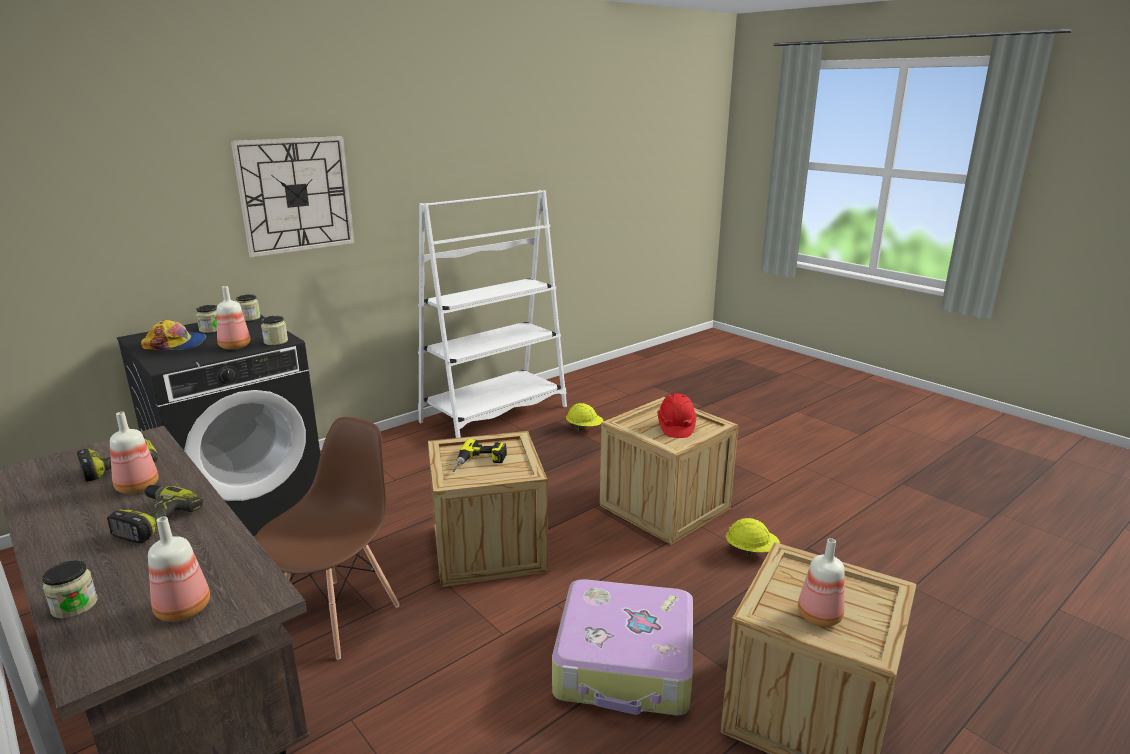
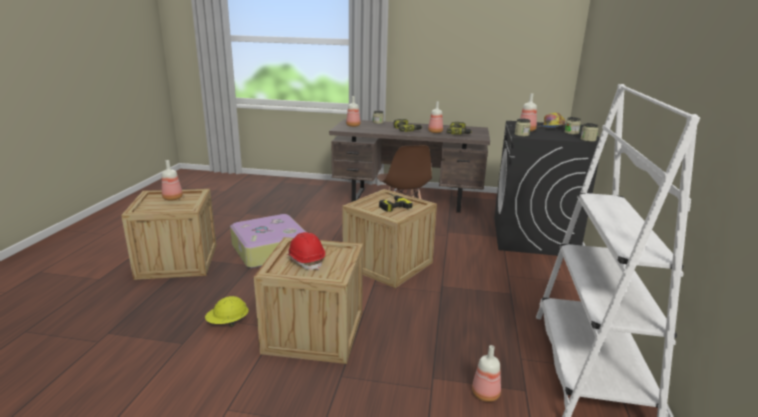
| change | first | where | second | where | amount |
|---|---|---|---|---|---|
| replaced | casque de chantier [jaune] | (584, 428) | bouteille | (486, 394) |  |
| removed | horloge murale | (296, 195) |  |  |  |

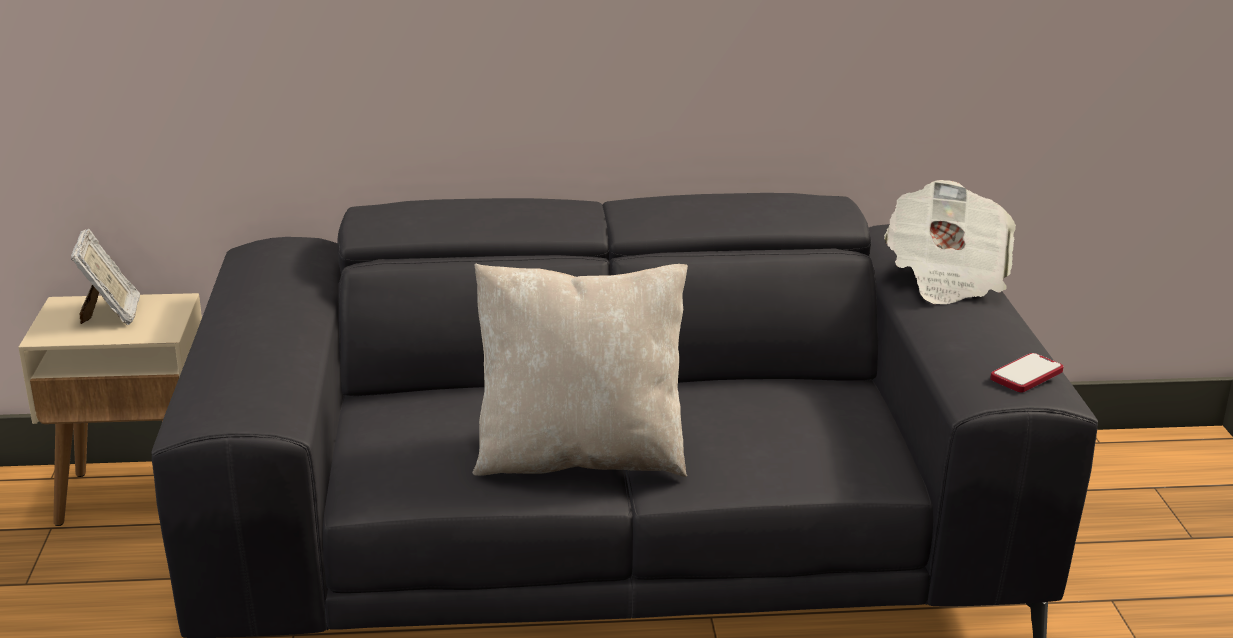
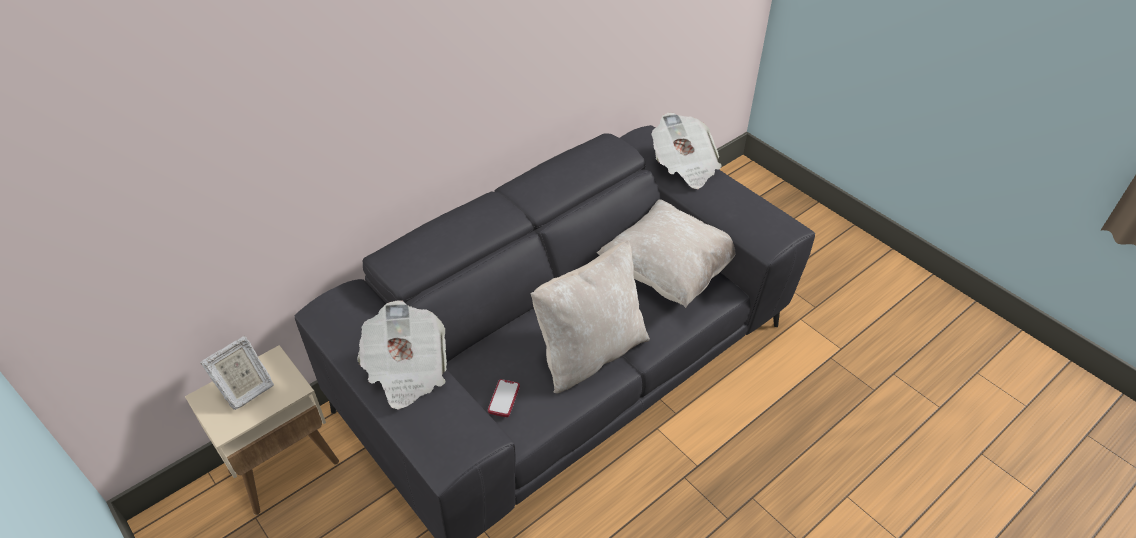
| change | first | where | second | where | amount |
|---|---|---|---|---|---|
| turned | cadre photo | (111, 315) |  | (246, 390) | 90 degrees clockwise |
| added |  |  | journal | (406, 370) |  |
| moved | téléphone | (1026, 375) |  | (504, 399) |  |
| added |  |  | coussin [beige] | (669, 271) |  |

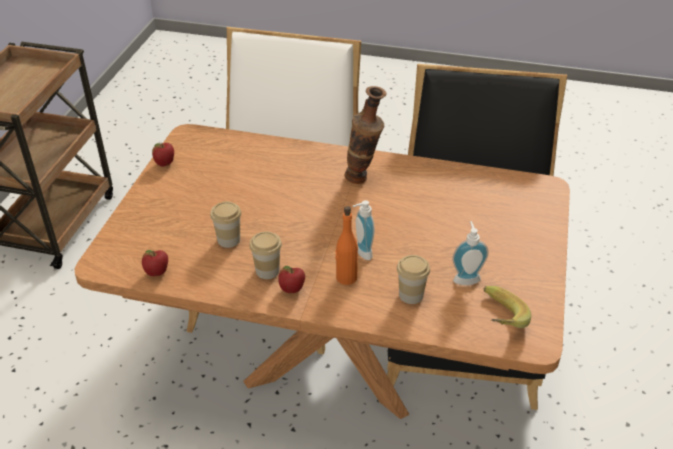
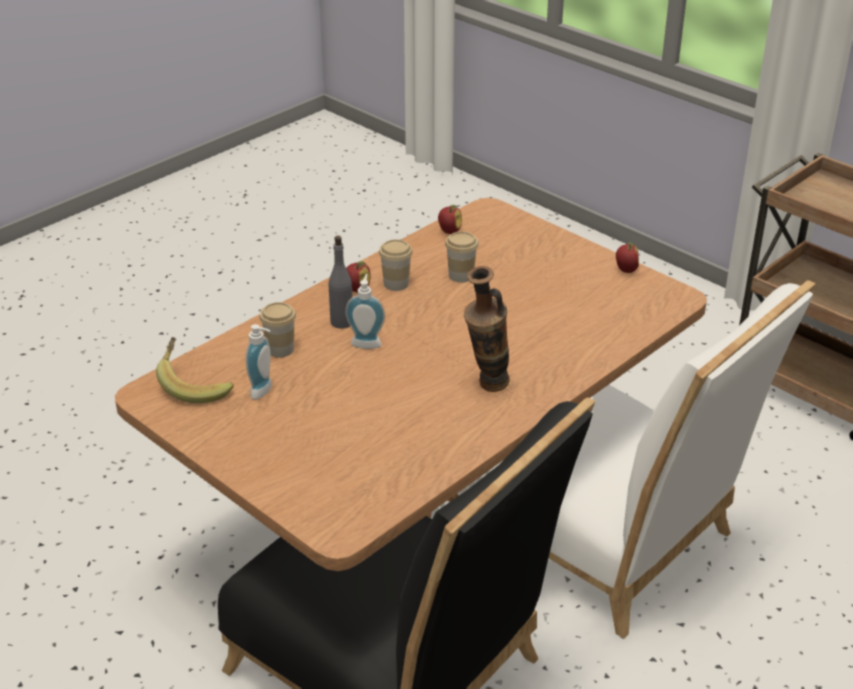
| change | first | where | second | where | amount |
|---|---|---|---|---|---|
| recoloured | bouteille [orange] | (346, 277) | bouteille [gris] | (342, 322) |  |

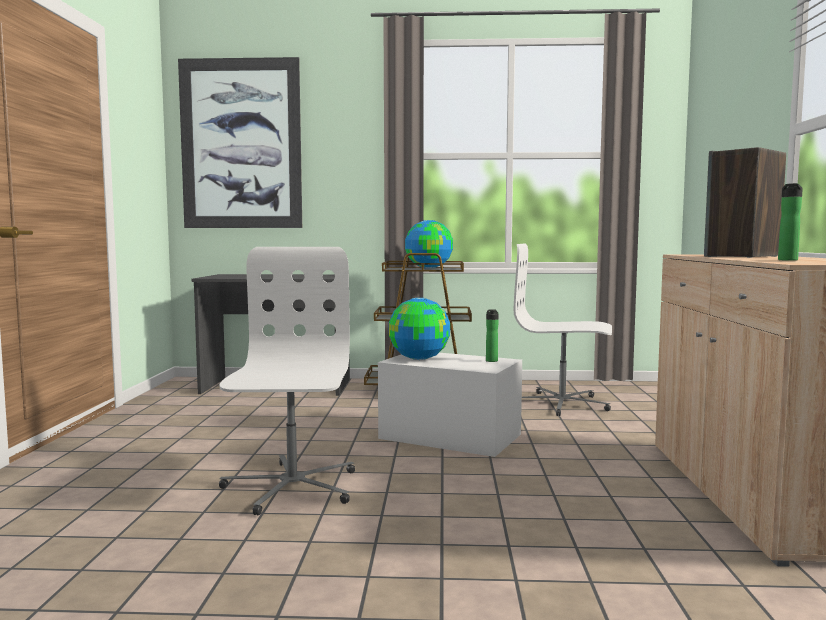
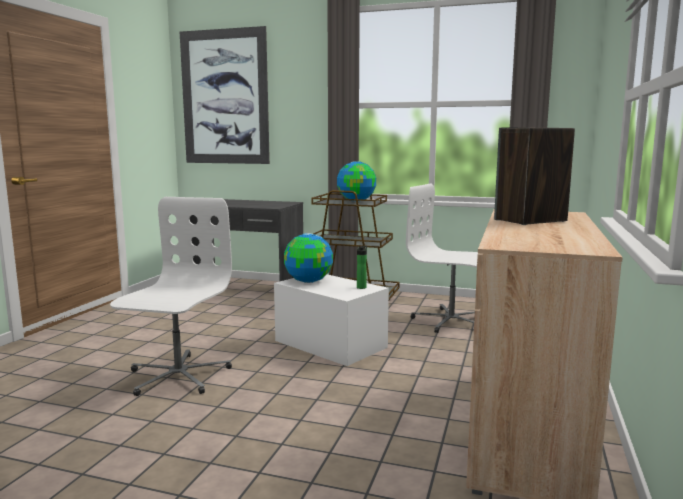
| change | first | where | second | where | amount |
|---|---|---|---|---|---|
| removed | bouteille | (787, 260) |  |  |  |

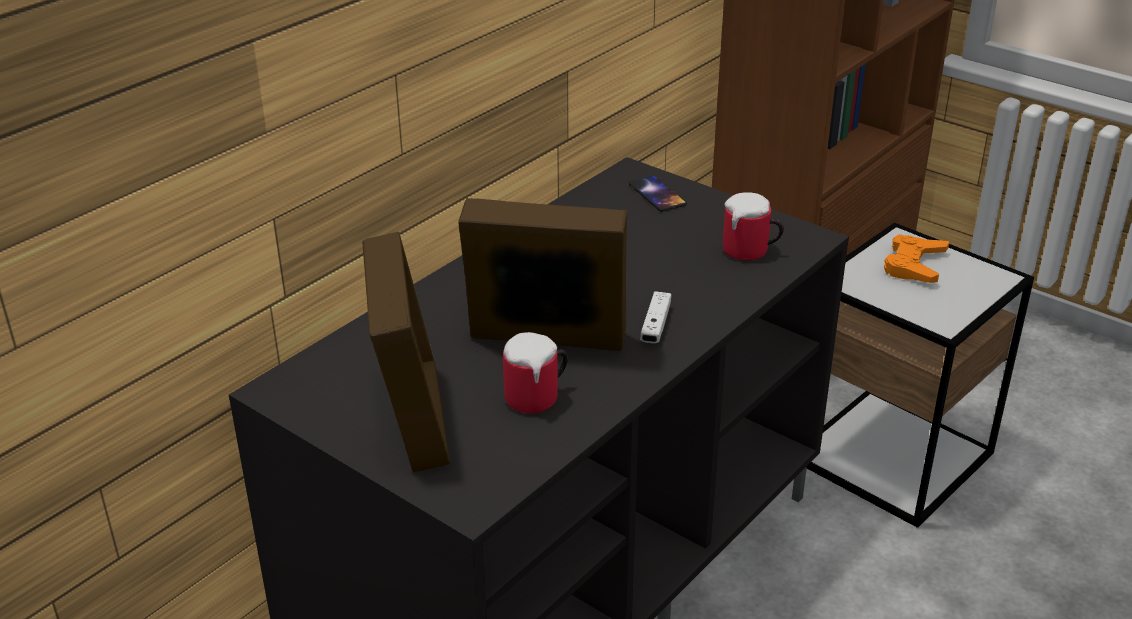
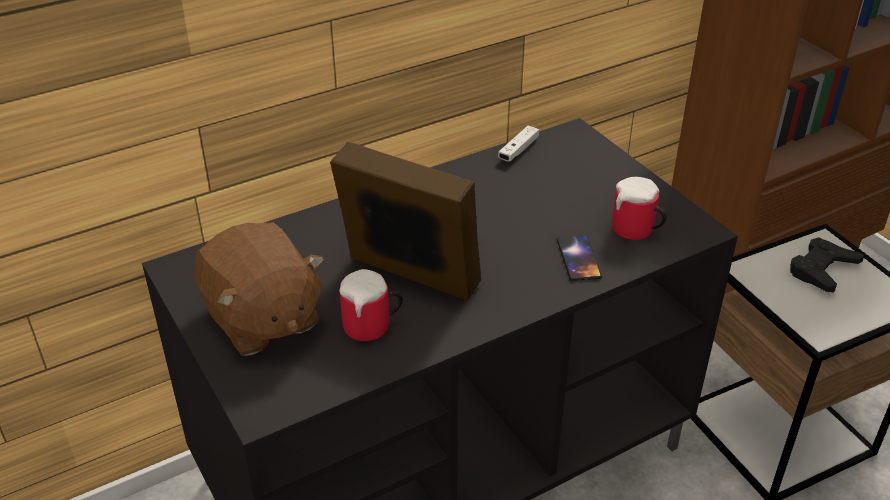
| change | first | where | second | where | amount |
|---|---|---|---|---|---|
| replaced | cadre photo | (411, 418) | peluche [marron] | (262, 320) |  |
| moved | manette [blanc] | (655, 325) |  | (518, 150) |  |
| moved | téléphone | (657, 194) |  | (578, 258) |  |
| recoloured | manette [orange] | (914, 265) | manette [noir] | (822, 270) |  |

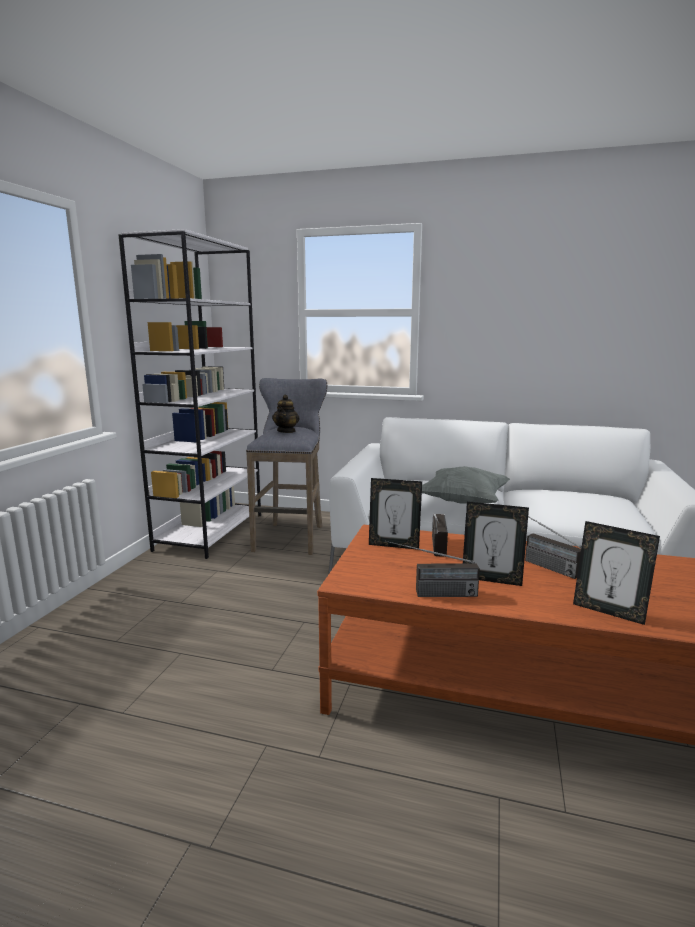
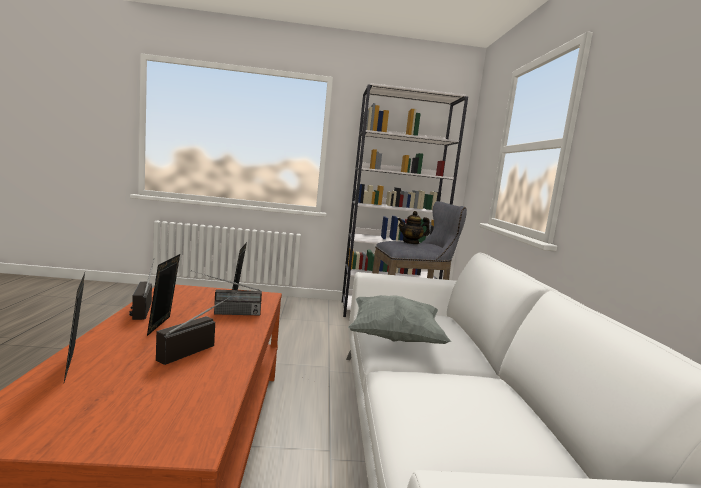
| change | first | where | second | where | amount |
|---|---|---|---|---|---|
| turned | cadre photo | (608, 611) |  | (75, 366) | 45 degrees counterclockwise |

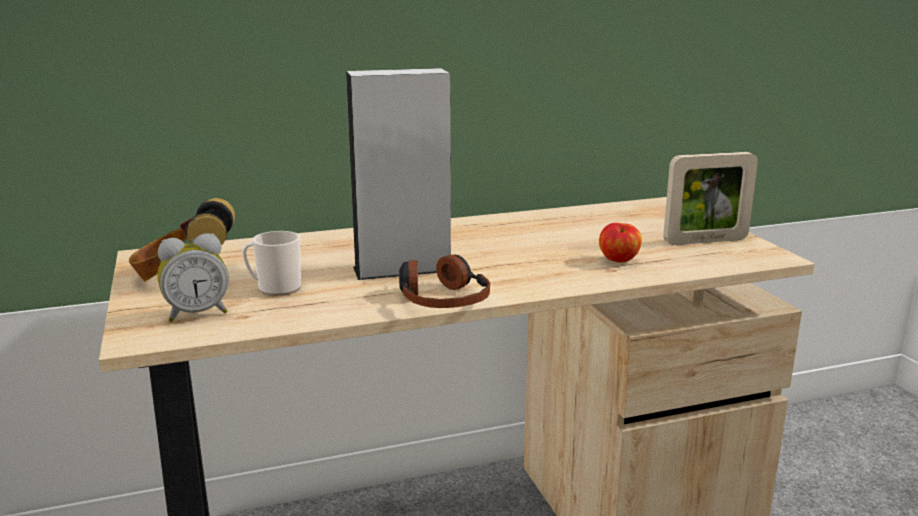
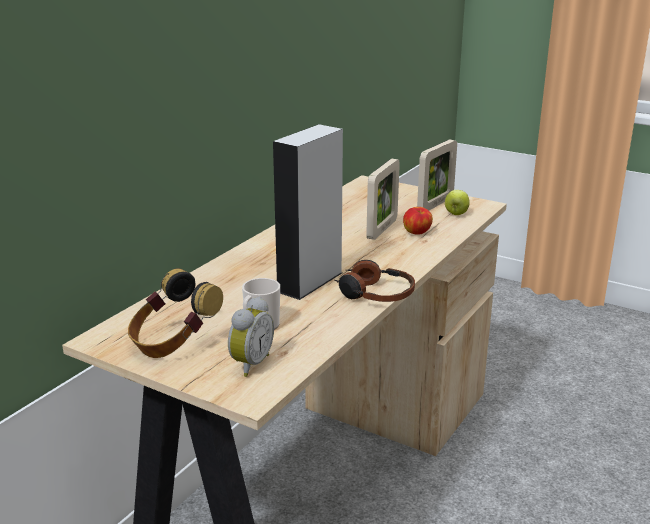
| change | first | where | second | where | amount |
|---|---|---|---|---|---|
| added |  |  | cadre photo | (382, 229) |  |
| added |  |  | pomme | (456, 214) |  |

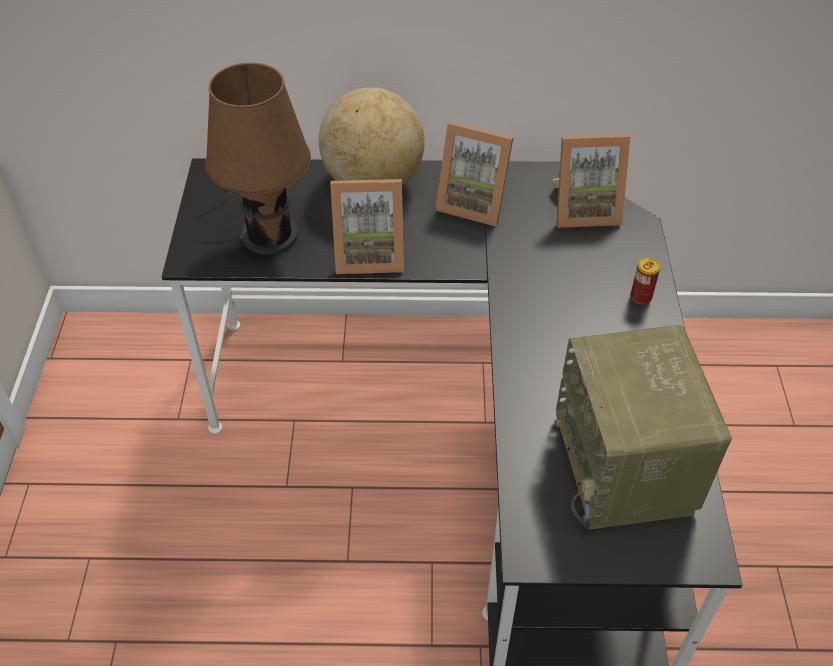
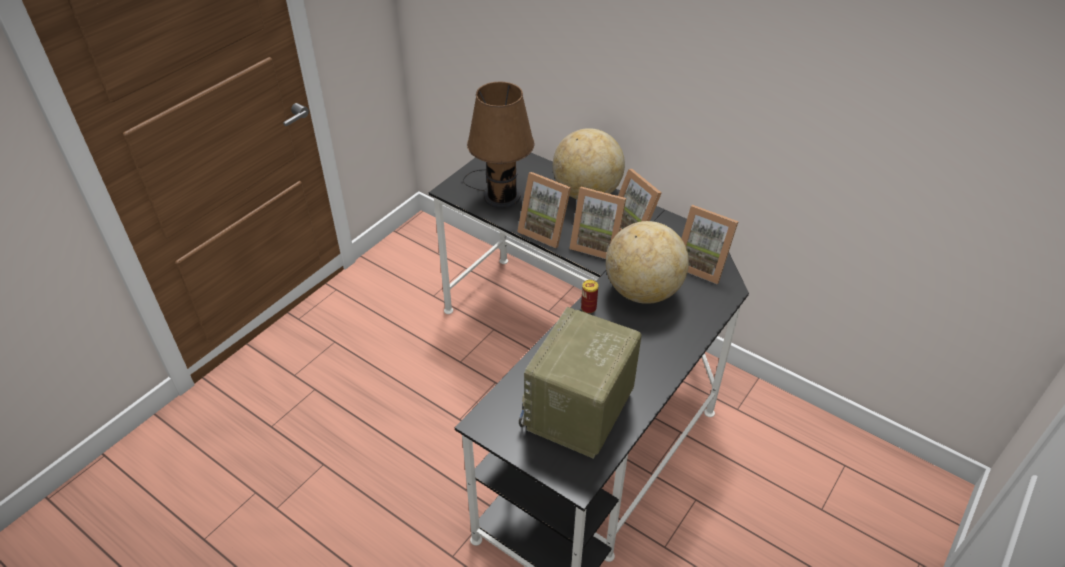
| change | first | where | second | where | amount |
|---|---|---|---|---|---|
| added |  |  | cadre photo | (597, 244) |  |
| moved | boîte métallique | (641, 297) |  | (588, 308) |  |
| added |  |  | globe | (642, 291) |  |

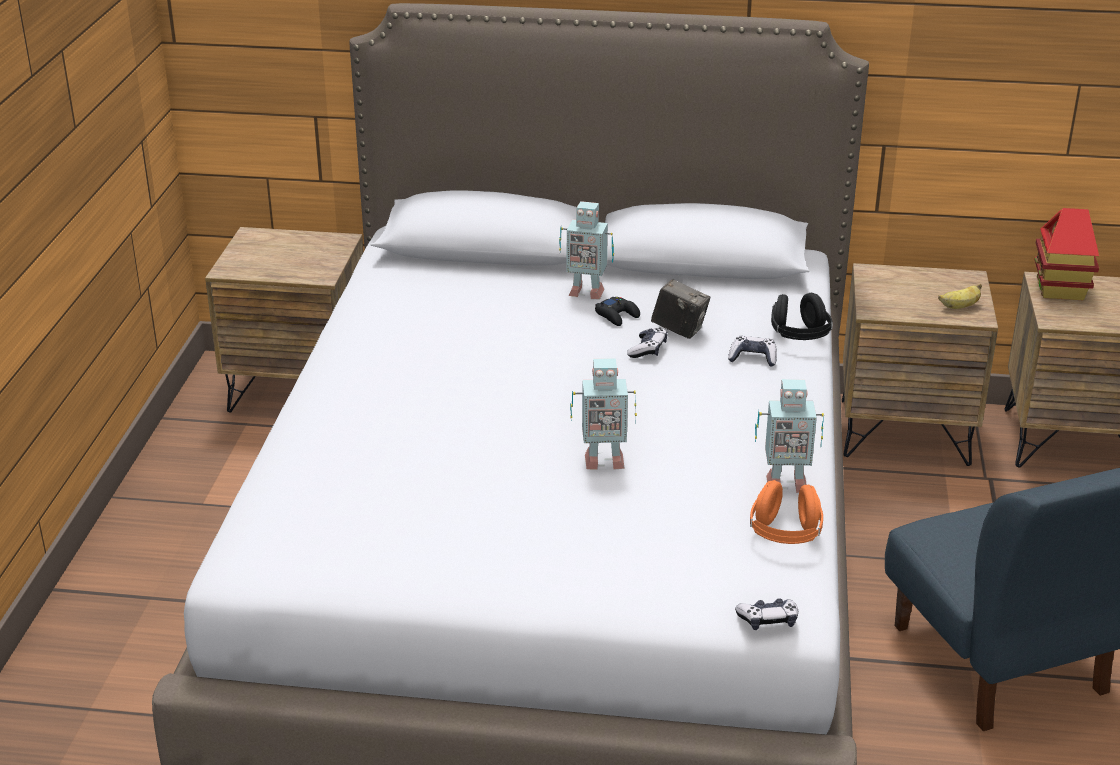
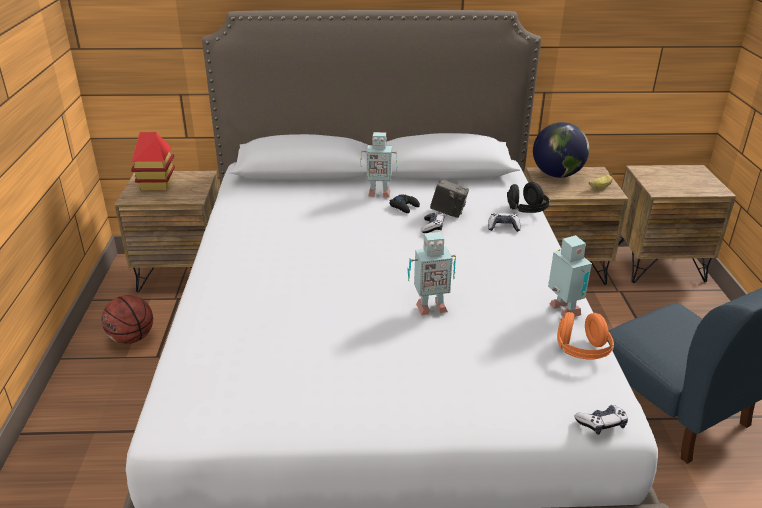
| change | first | where | second | where | amount |
|---|---|---|---|---|---|
| added |  |  | ballon de basket | (132, 338) |  |
| moved | maison miniature | (1060, 289) |  | (157, 184) |  |
| added |  |  | globe | (557, 174) |  |
| turned | robot jouet | (784, 483) |  | (563, 311) | 105 degrees counterclockwise |

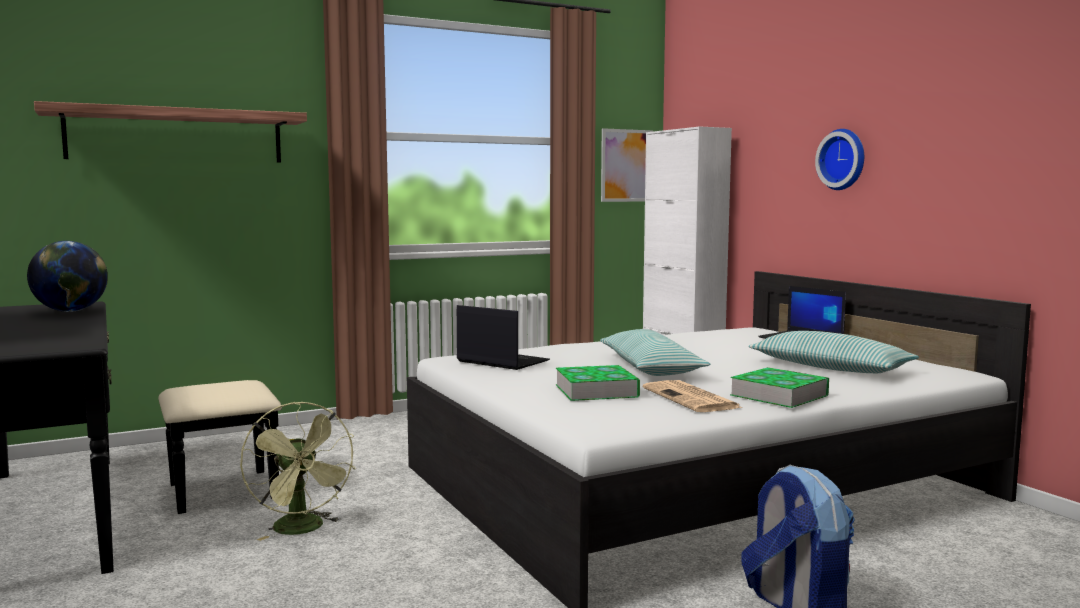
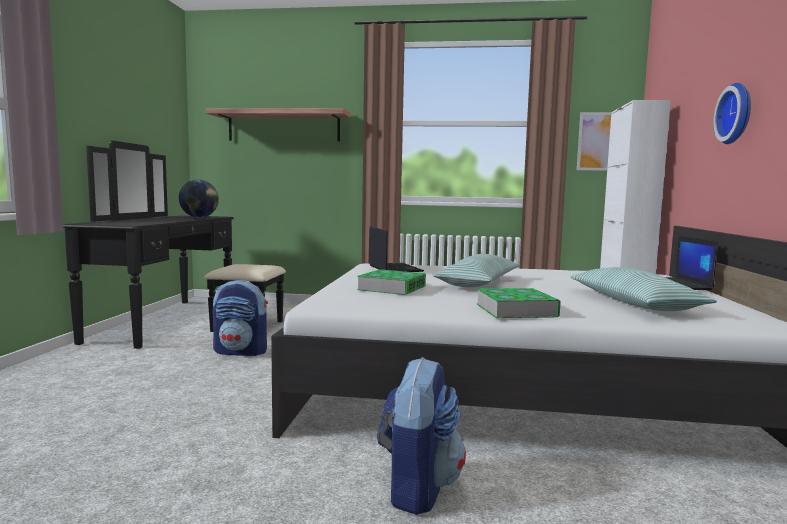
| change | first | where | second | where | amount |
|---|---|---|---|---|---|
| replaced | ventilateur [vert] | (303, 530) | sac à dos | (241, 351) |  |
| removed | journal | (692, 398) |  |  |  |

